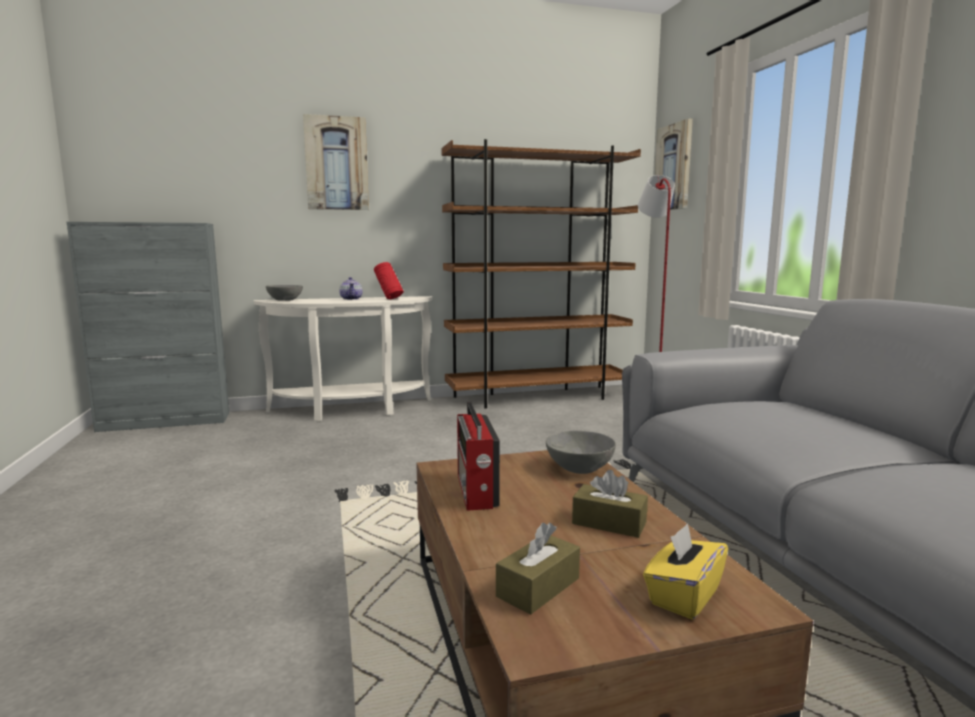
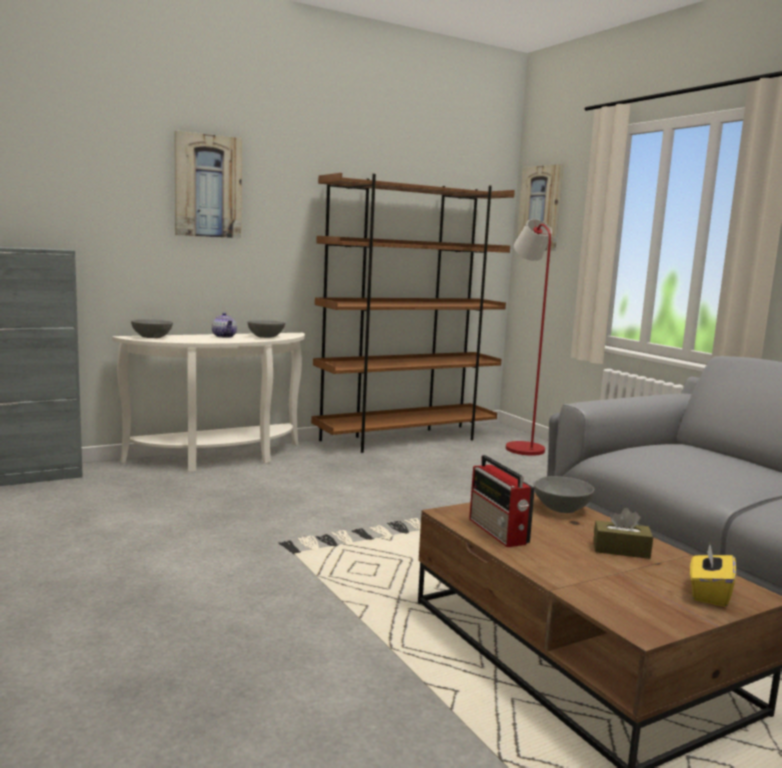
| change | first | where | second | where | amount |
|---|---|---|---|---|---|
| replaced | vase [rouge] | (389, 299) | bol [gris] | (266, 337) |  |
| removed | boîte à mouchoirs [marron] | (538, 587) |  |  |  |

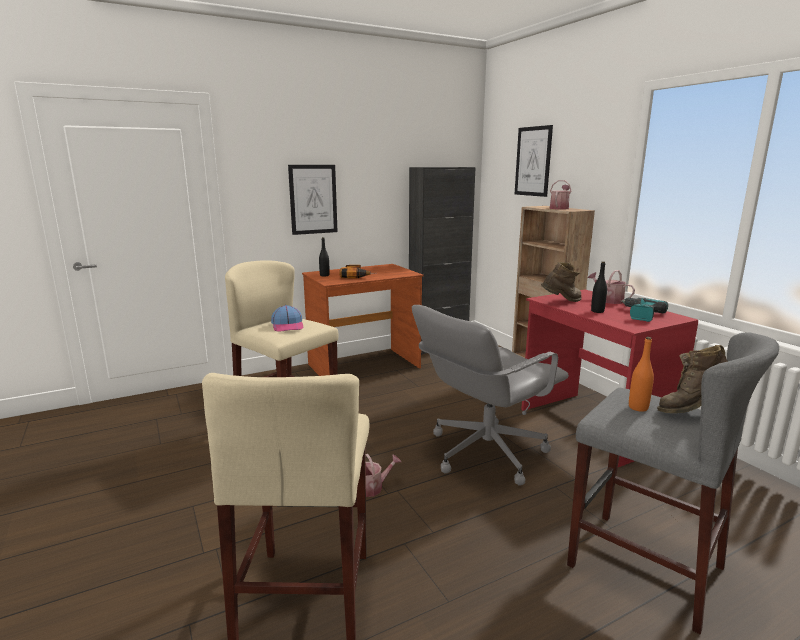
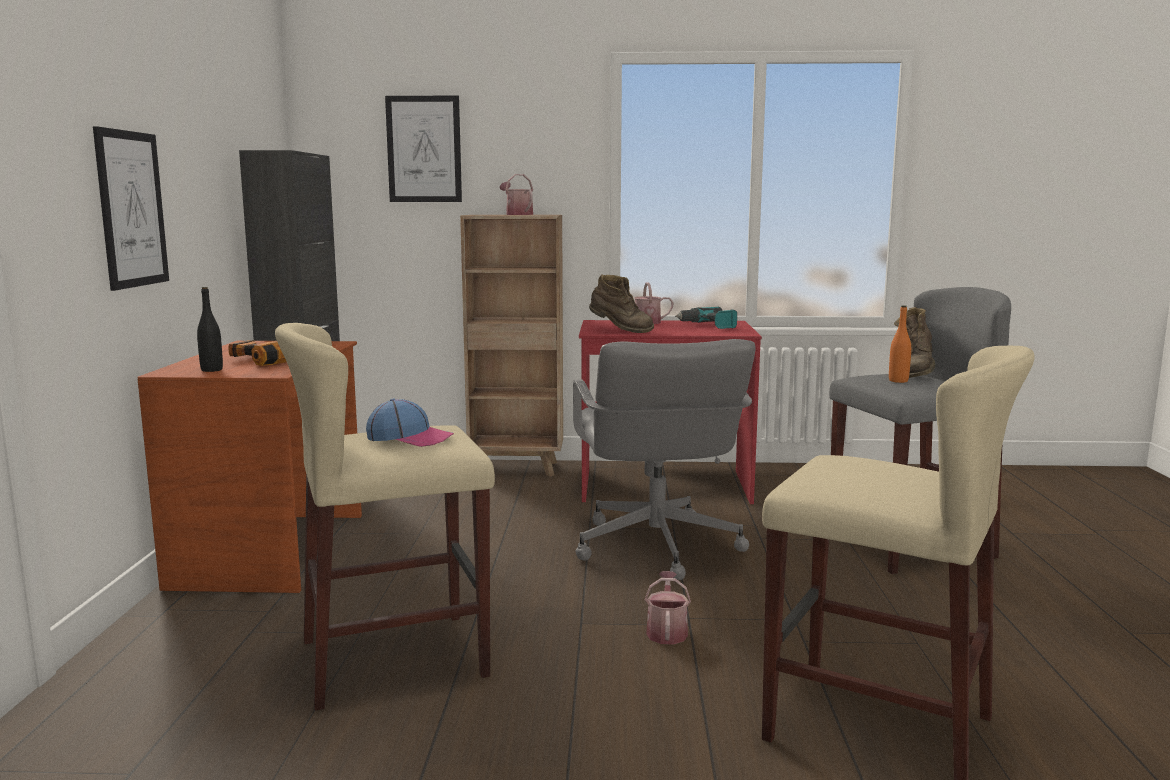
| change | first | where | second | where | amount |
|---|---|---|---|---|---|
| turned | botte [marron] | (561, 302) |  | (620, 331) | 105 degrees clockwise |
| removed | bouteille [noir] | (597, 311) |  |  |  |

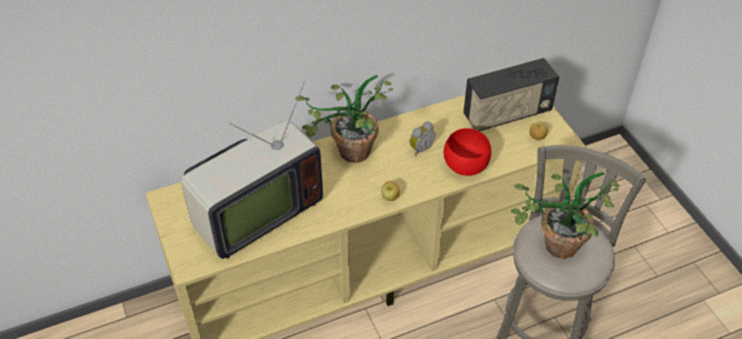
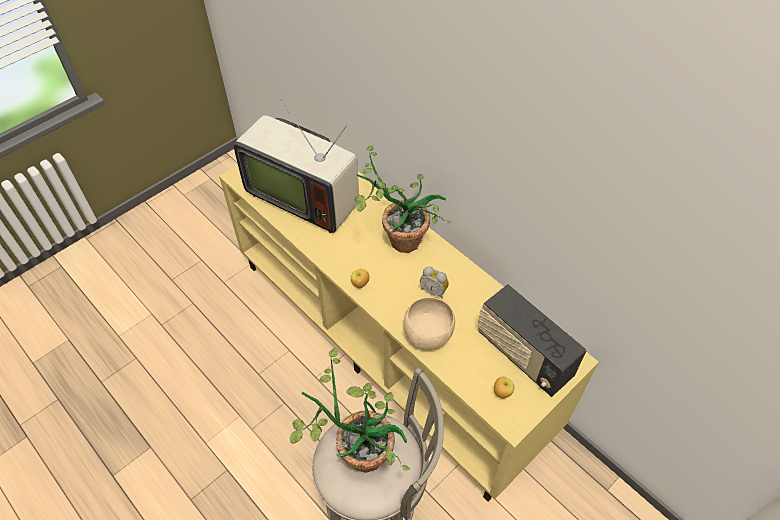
| change | first | where | second | where | amount |
|---|---|---|---|---|---|
| recoloured | bol [rouge] | (465, 165) | bol [beige] | (428, 334) |  |

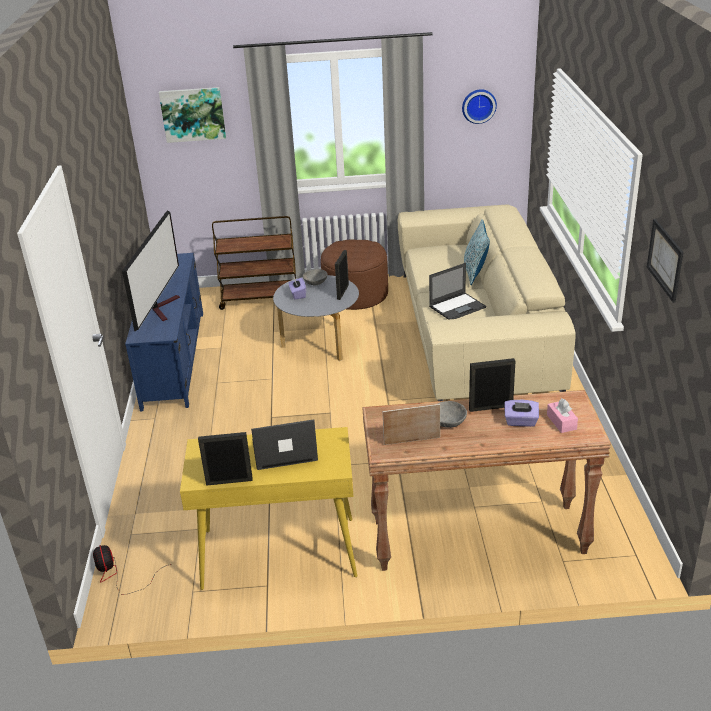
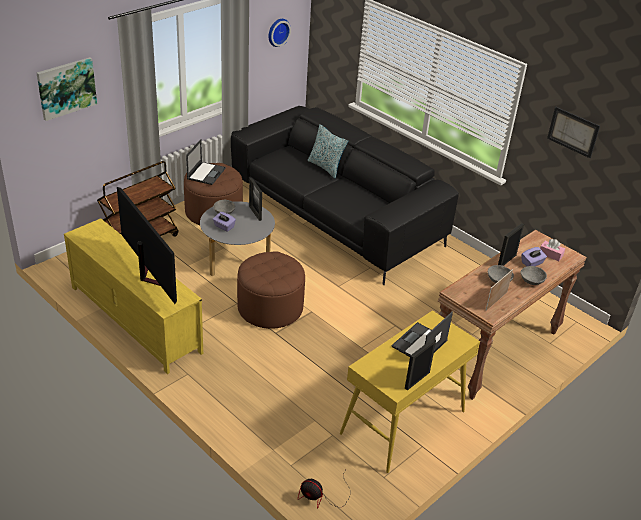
| change | first | where | second | where | amount |
|---|---|---|---|---|---|
| recoloured | meuble télé [bleu] | (174, 358) | meuble télé [jaune] | (134, 319) |  |
| moved | ordinateur portable | (457, 306) |  | (206, 173) |  |
| recoloured | canapé [beige] | (474, 334) | canapé [noir] | (334, 215) |  |
| added |  |  | pouf [marron] | (270, 308) |  |
| added |  |  | bol [gris] | (532, 281) |  |

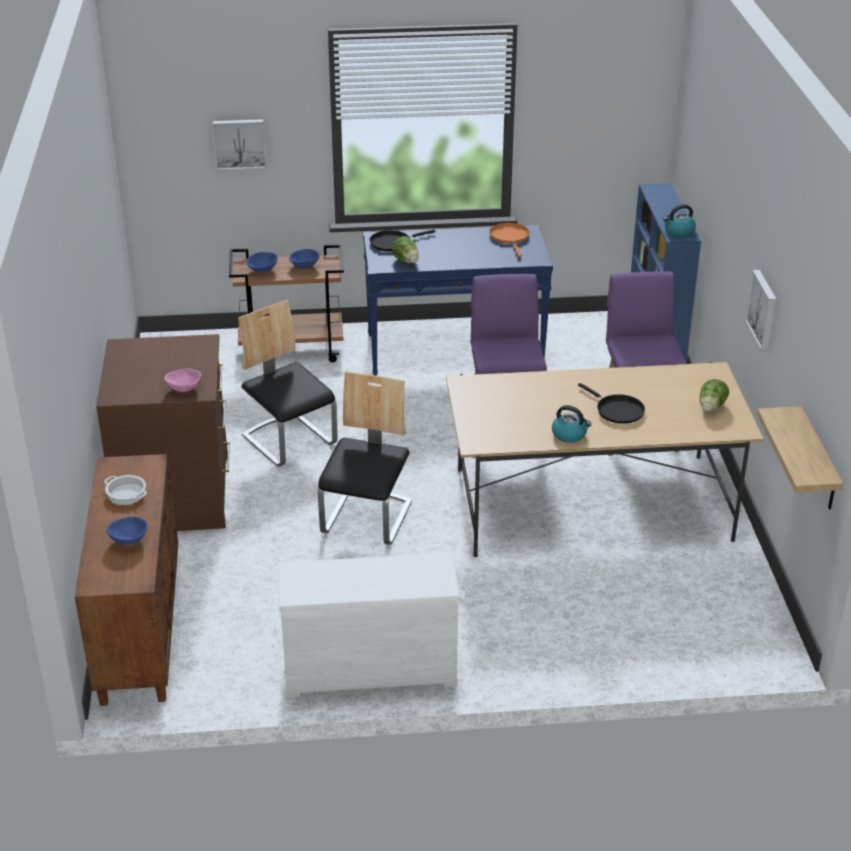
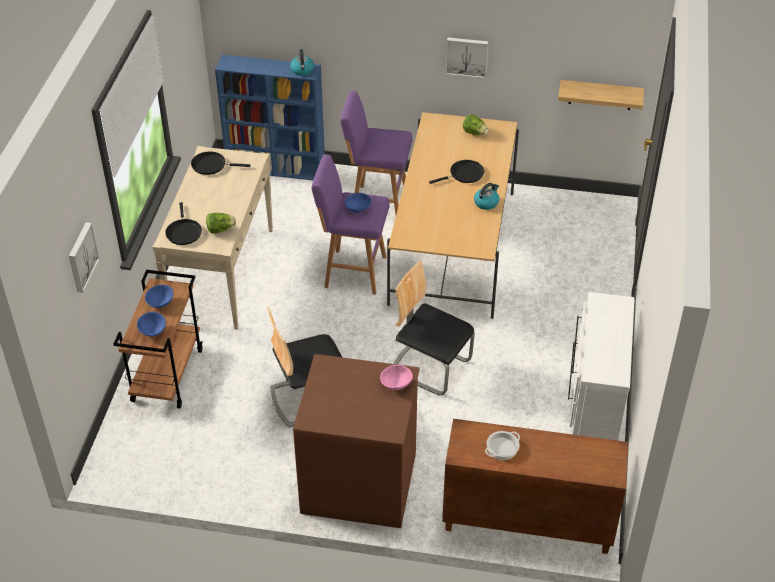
| change | first | where | second | where | amount |
|---|---|---|---|---|---|
| recoloured | table console [bleu] | (455, 351) | table console [beige] | (222, 273) |  |
| recoloured | poêle [orange] | (510, 237) | poêle [noir] | (211, 165) |  |
| moved | bol [bleu] | (129, 540) |  | (358, 209) |  |

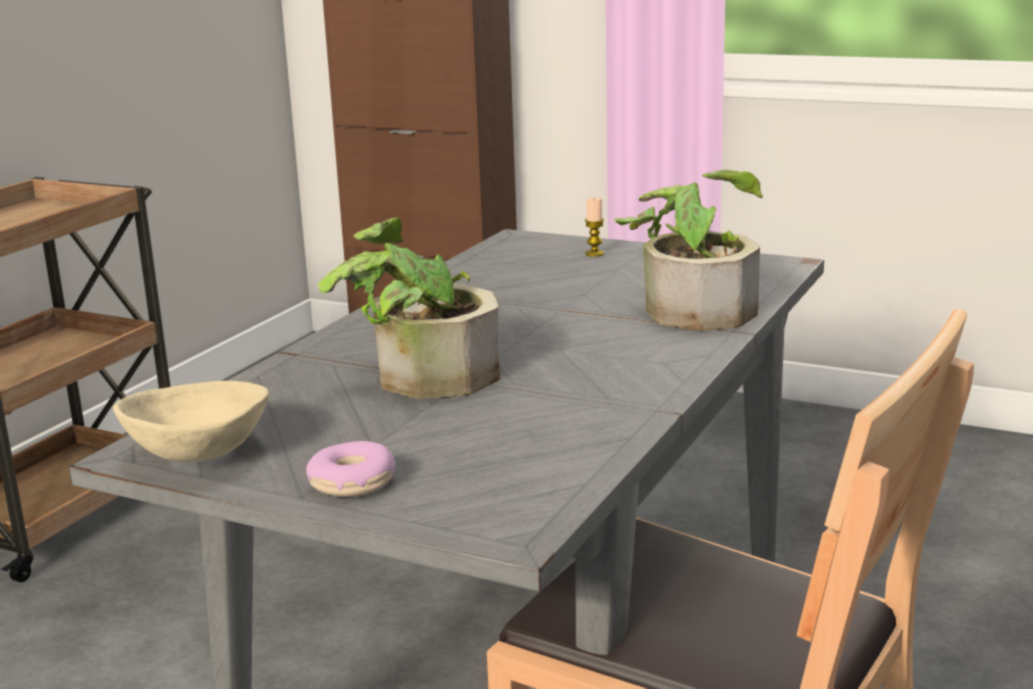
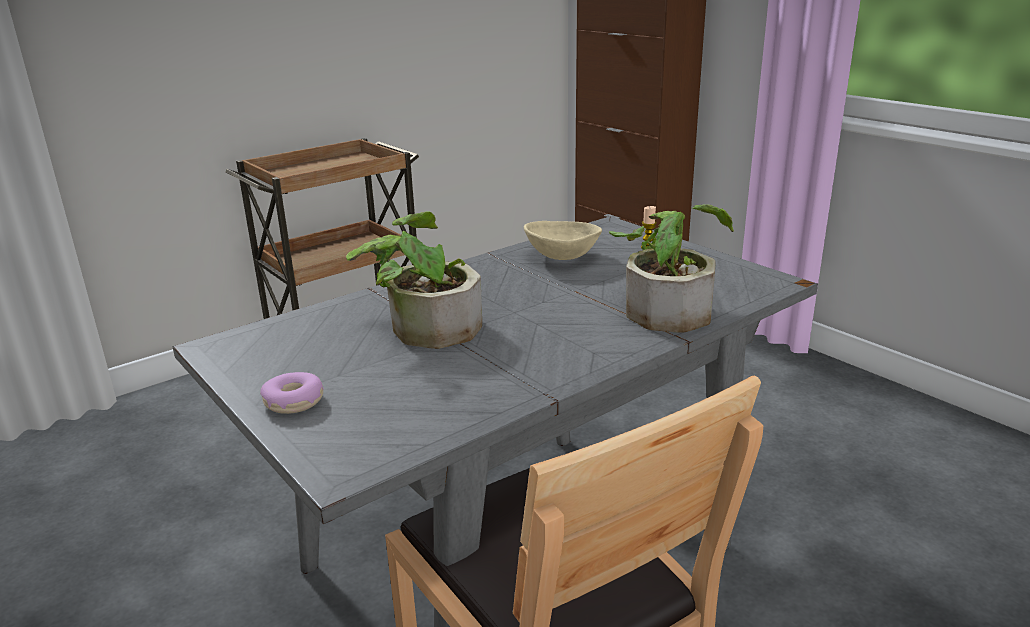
| change | first | where | second | where | amount |
|---|---|---|---|---|---|
| moved | bol [beige] | (198, 456) |  | (562, 258) |  |

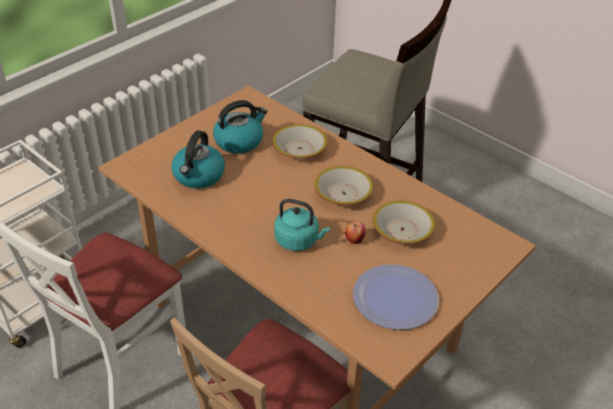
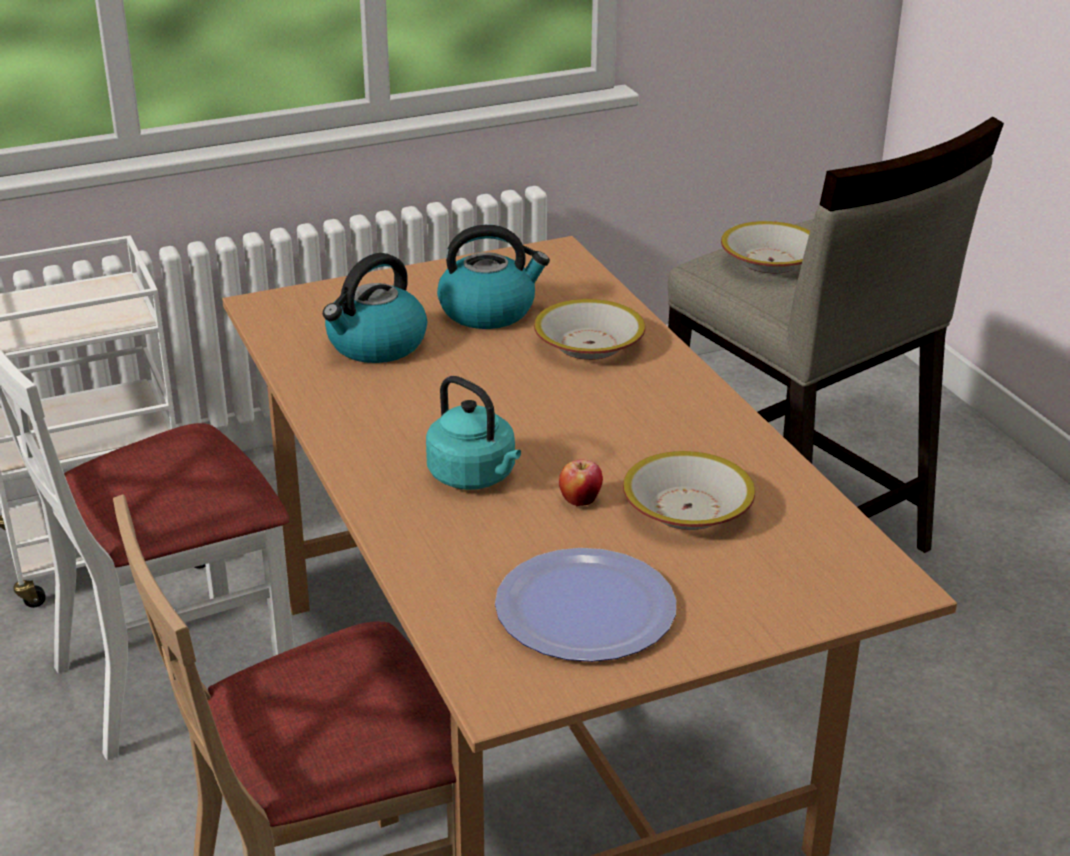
| change | first | where | second | where | amount |
|---|---|---|---|---|---|
| moved | bol | (343, 194) |  | (770, 261) |  |

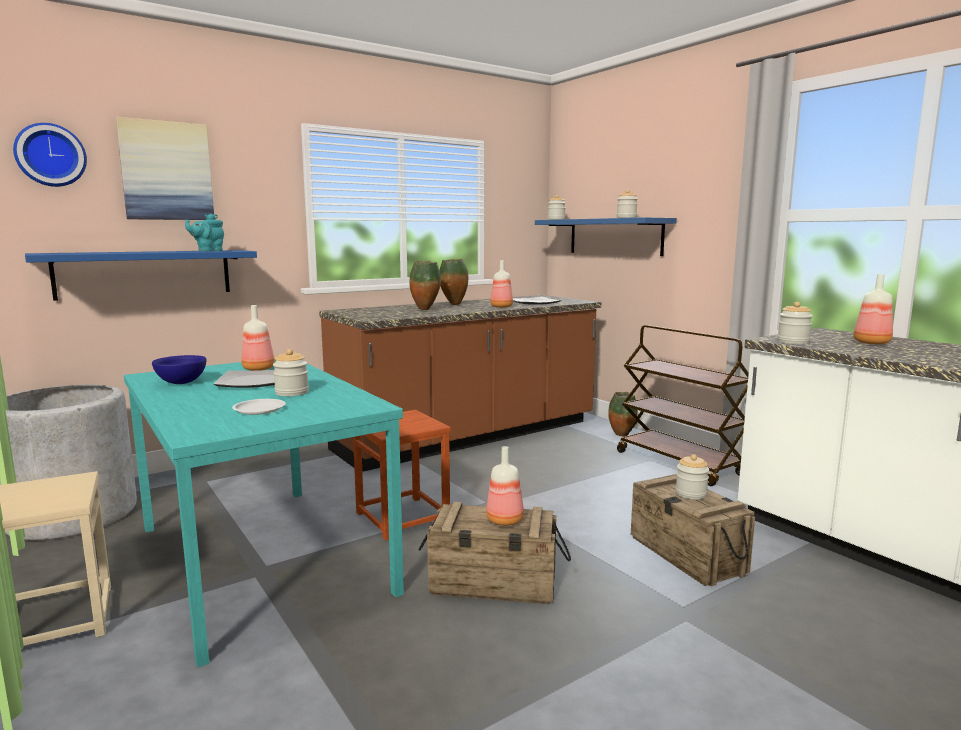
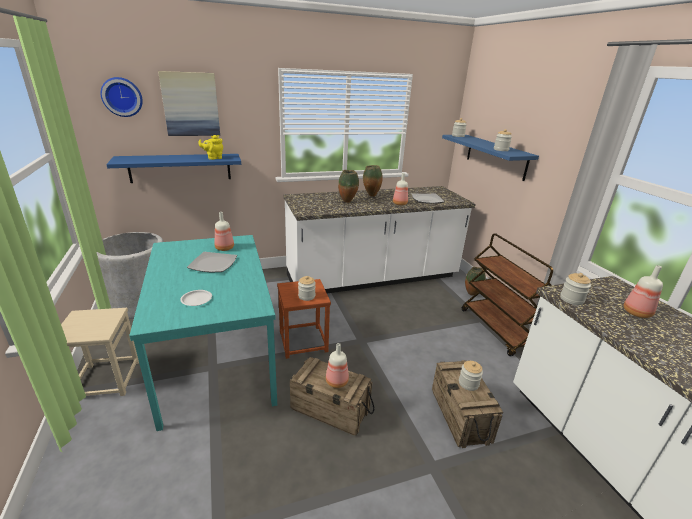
| change | first | where | second | where | amount |
|---|---|---|---|---|---|
| recoloured | théière [turquoise] | (208, 251) | théière [jaune] | (213, 158) |  |
| recoloured | comptoir de cuisine [marron] | (469, 436) | comptoir de cuisine [blanc] | (372, 277) |  |
| moved | bocal | (292, 392) |  | (306, 296) |  |
| removed | bol [bleu] | (182, 383) |  |  |  |

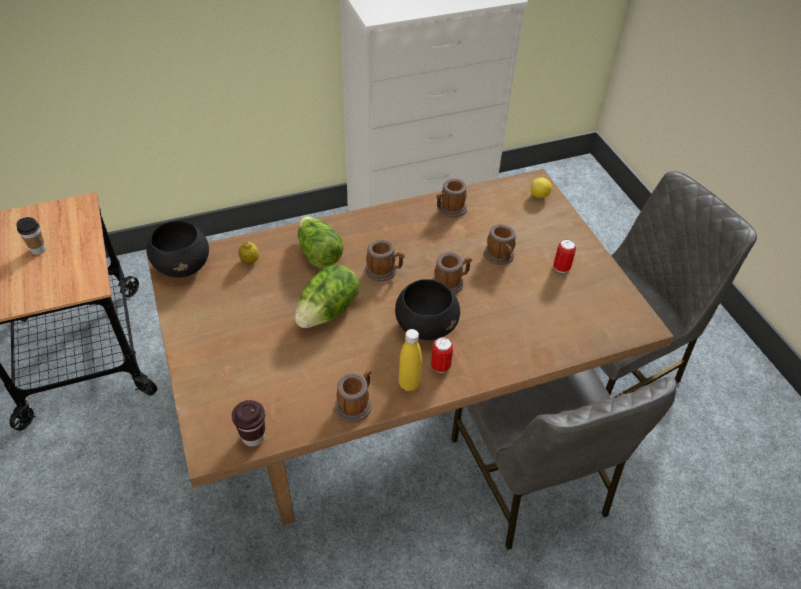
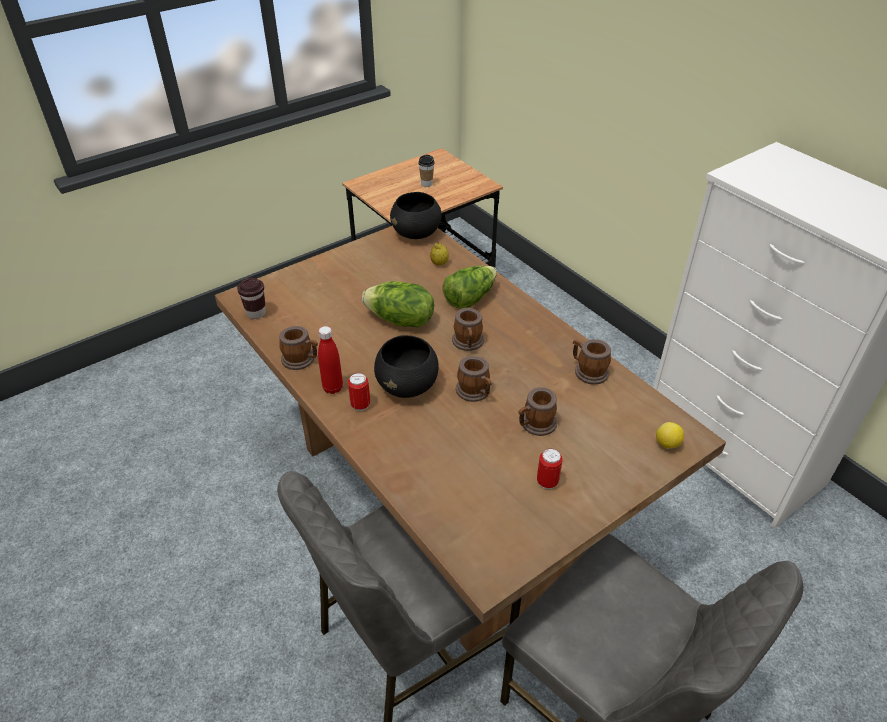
| change | first | where | second | where | amount |
|---|---|---|---|---|---|
| recoloured | bouteille [jaune] | (409, 384) | bouteille [rouge] | (333, 388) |  |

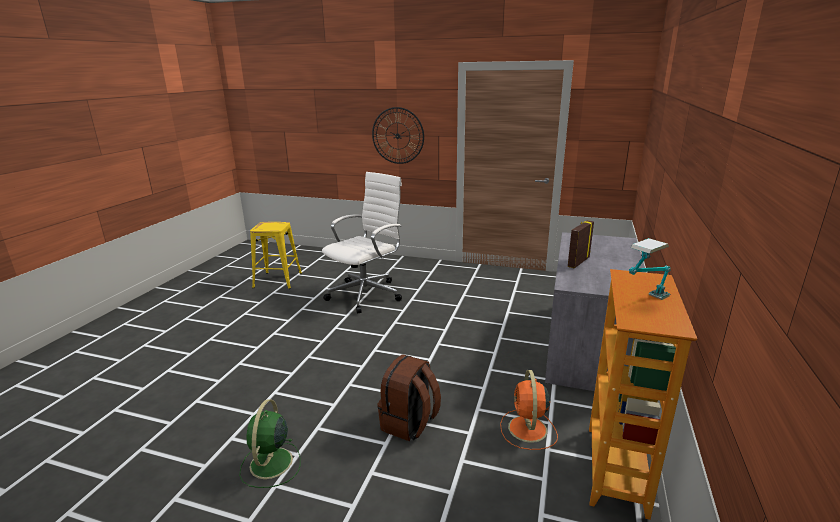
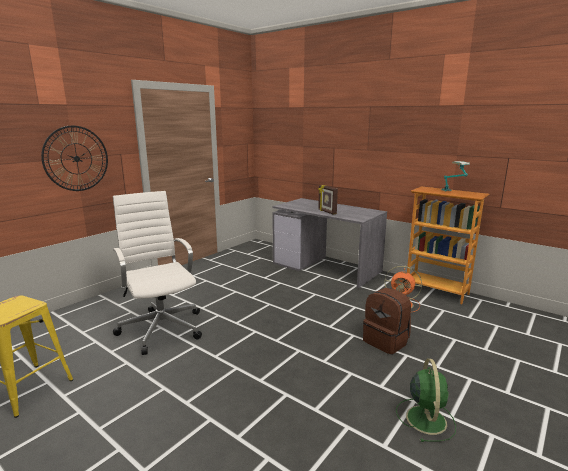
| change | first | where | second | where | amount |
|---|---|---|---|---|---|
| turned | ventilateur [vert] | (270, 464) |  | (425, 418) | 105 degrees counterclockwise |

